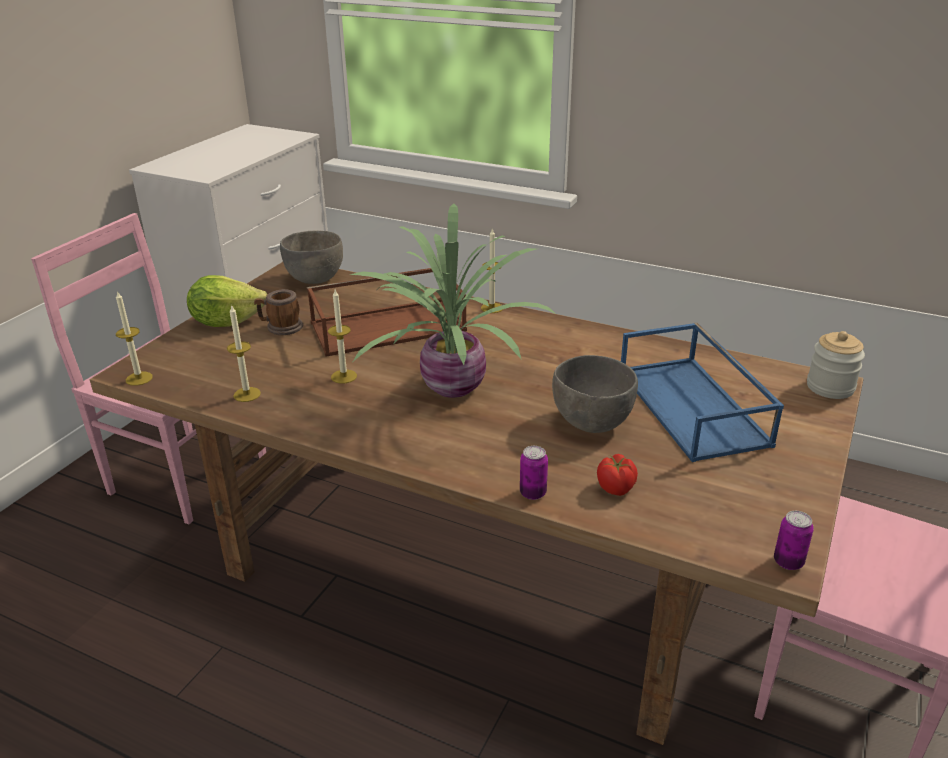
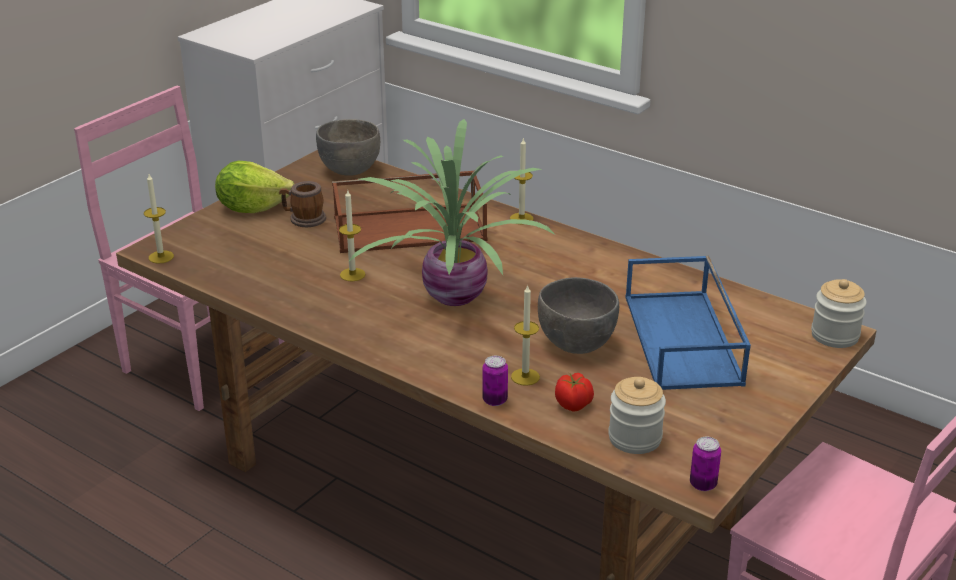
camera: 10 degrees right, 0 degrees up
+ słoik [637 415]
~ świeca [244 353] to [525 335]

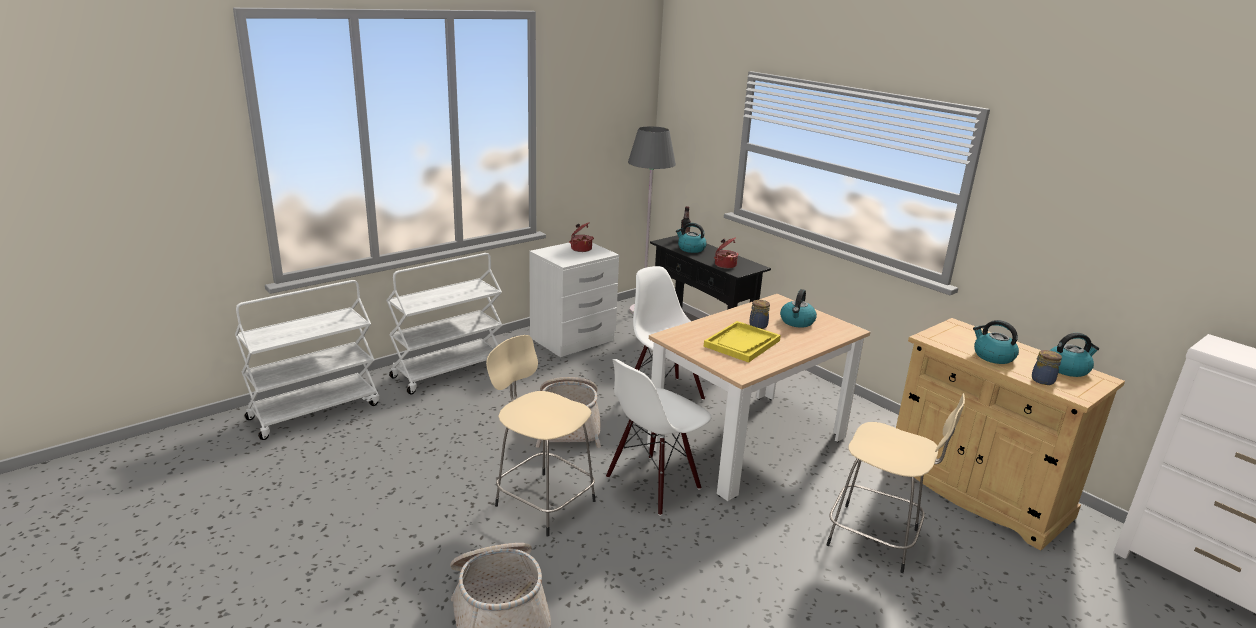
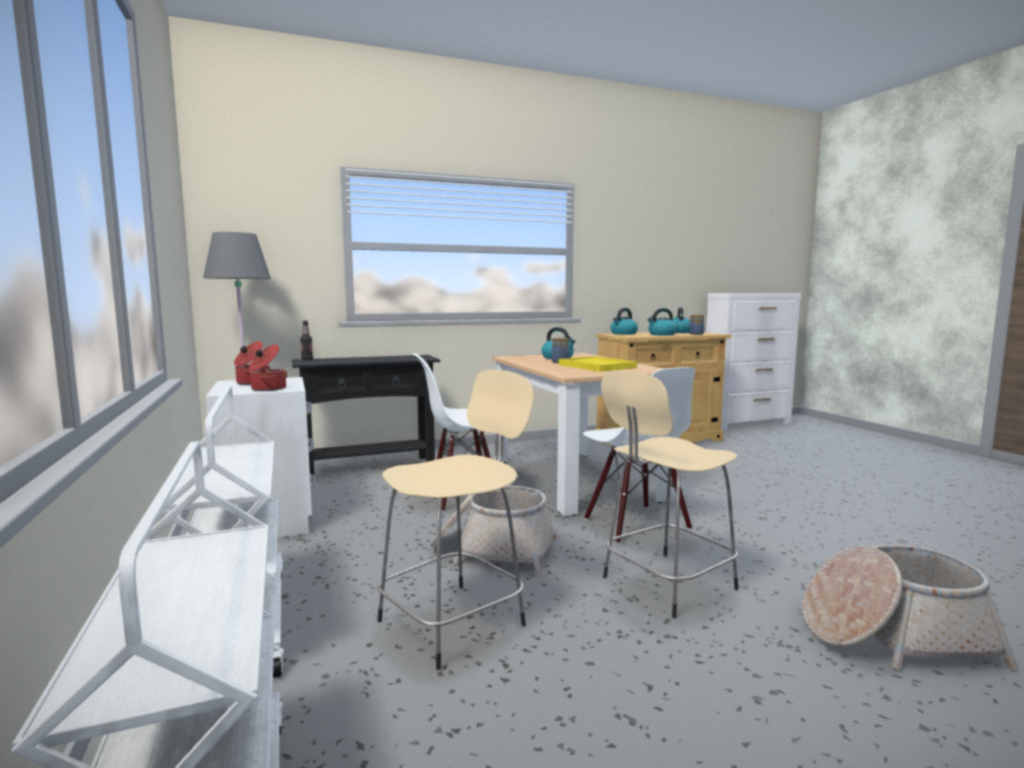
camera: 70 degrees left, 15 degrees down
~ czajnik [691 238] to [624 321]
~ garnek [726 253] to [268 367]
~ stołek (beżowy) [895 483] to [455 520]

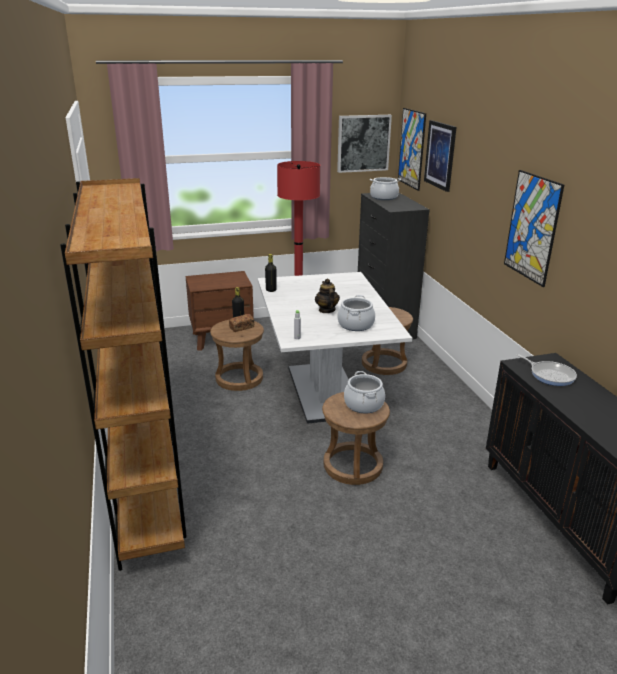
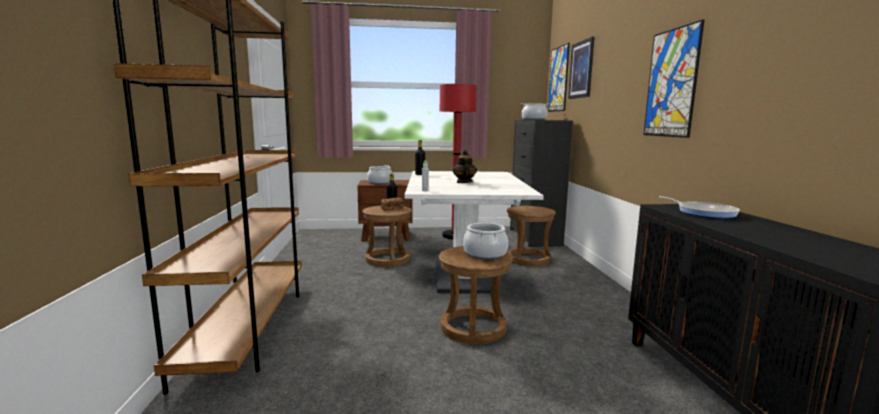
camera: 10 degrees right, 15 degrees down
- obraz [364 144]
~ garnek [356 313] to [379 174]

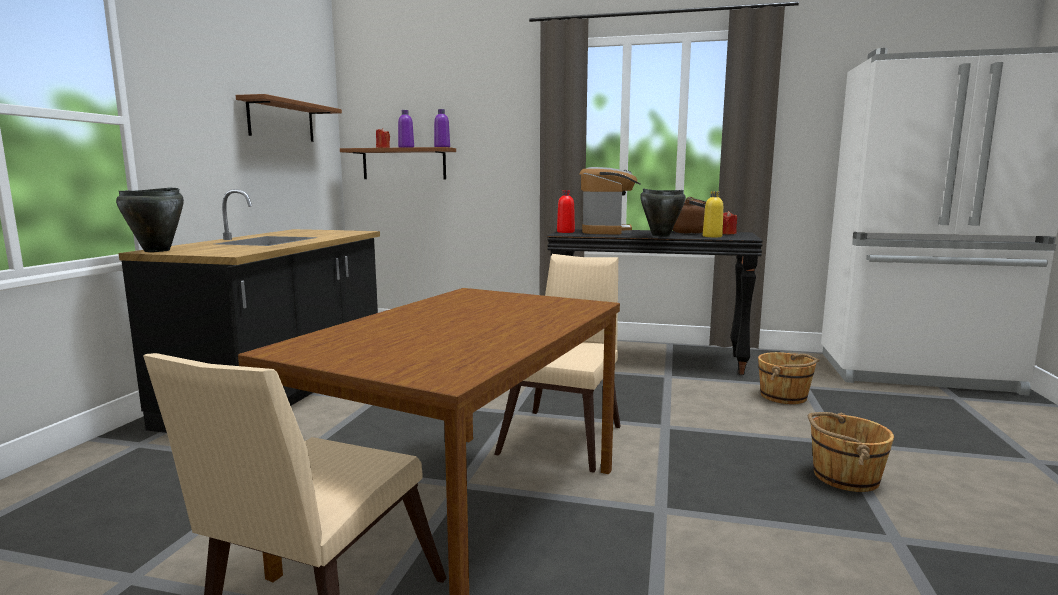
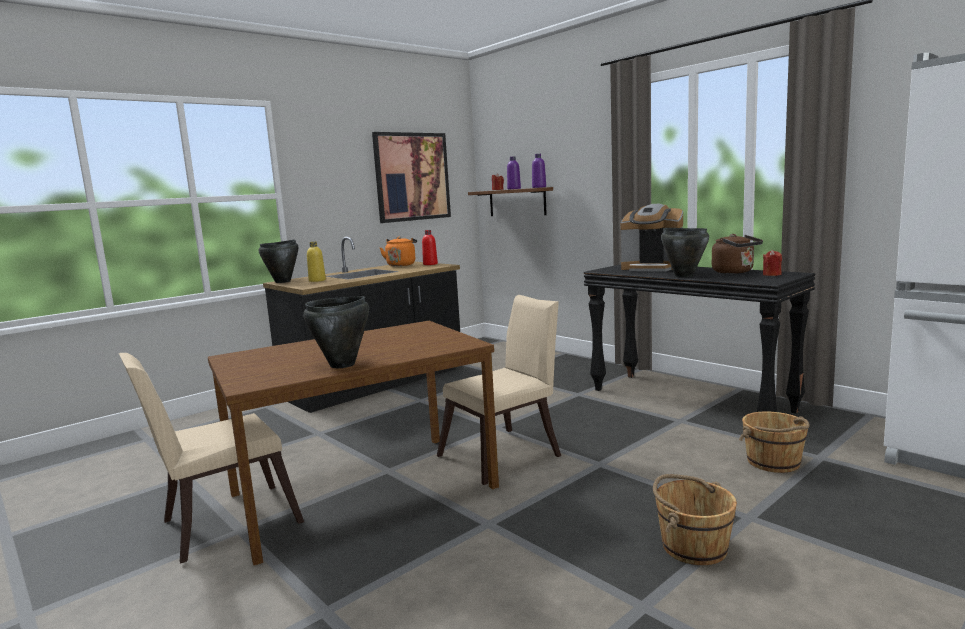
camera: 35 degrees right, 0 degrees up
+ garnek (czarny) [336 332]
+ czajnik (pomarańczowy) [398 251]
~ butelka (czerwony) [566 211] to [430 247]
~ butelka (żółty) [713 214] to [316 262]
~ półka (brązowy) [289 118] to obraz [411 177]
~ ekspres do kawy [610 200] = [652 238] 75 degrees clockwise

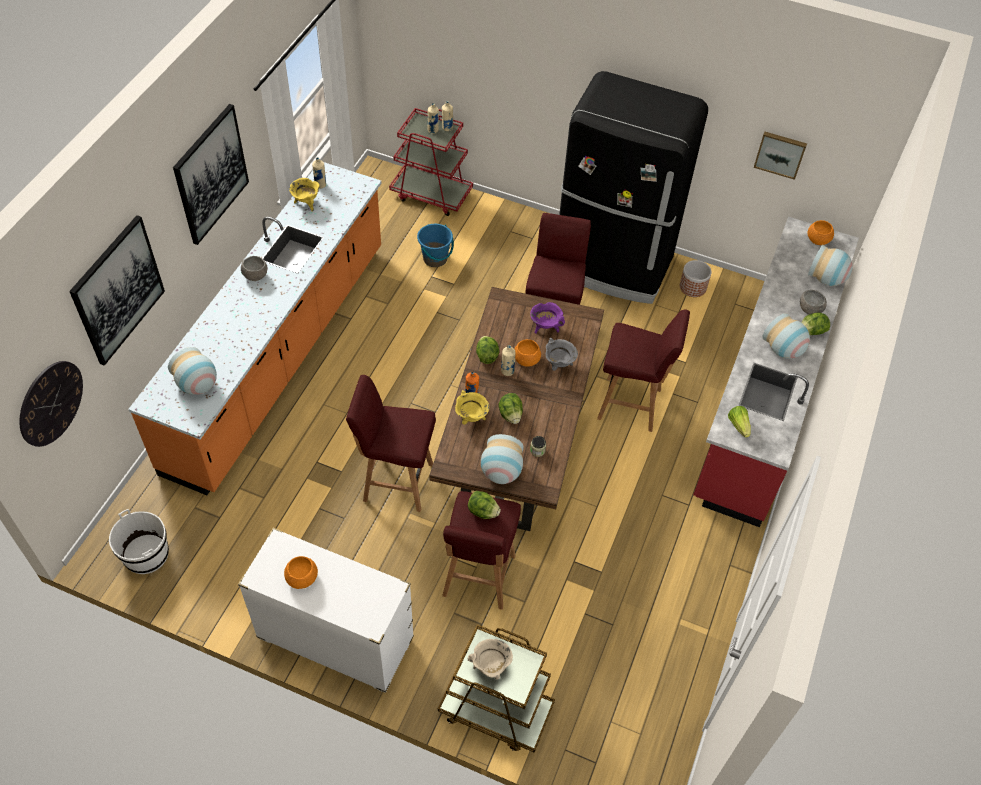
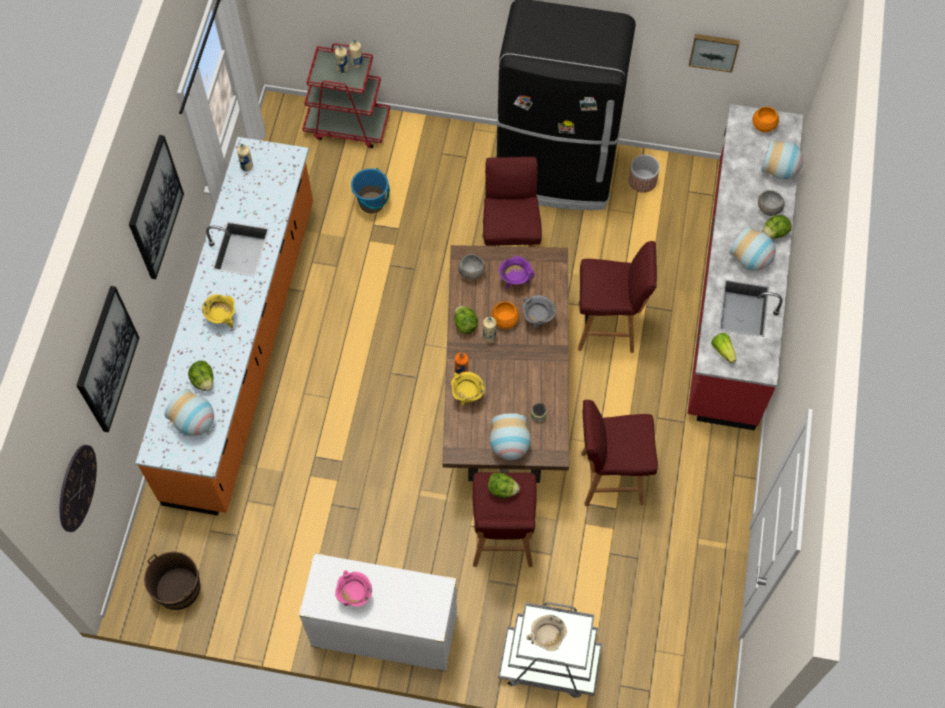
camera: 10 degrees left, 10 degrees up
~ miska (szary) [254 268] to [471 267]
~ garnek (żółty) [304 194] to [218 311]
~ stołek (czerwony) [391 443] to [619 453]
~ sałata [510 408] to [200 376]
~ miska (pomarańczowy) [301 572] to garnek (różowy) [353 588]
~ wiadro (biały) [139 541] to wiadro (brązowy) [172 580]
~ wózek (brązowy) [496 688] to wózek (szary) [550 650]

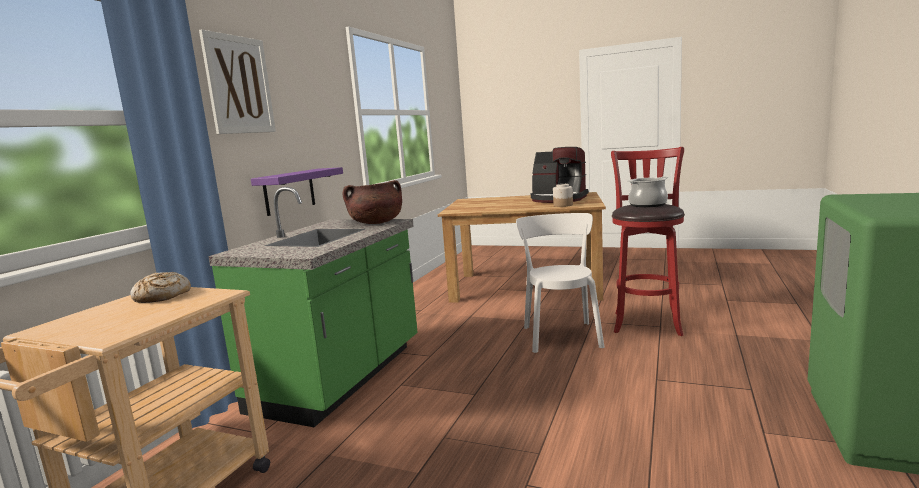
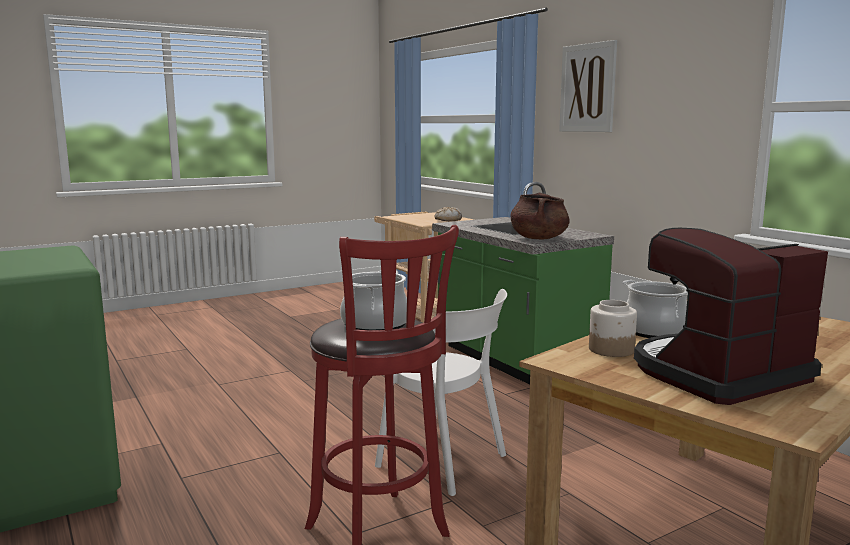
camera: 125 degrees right, 0 degrees up
- półka (fioletowy) [297 191]
+ garnek [655 309]

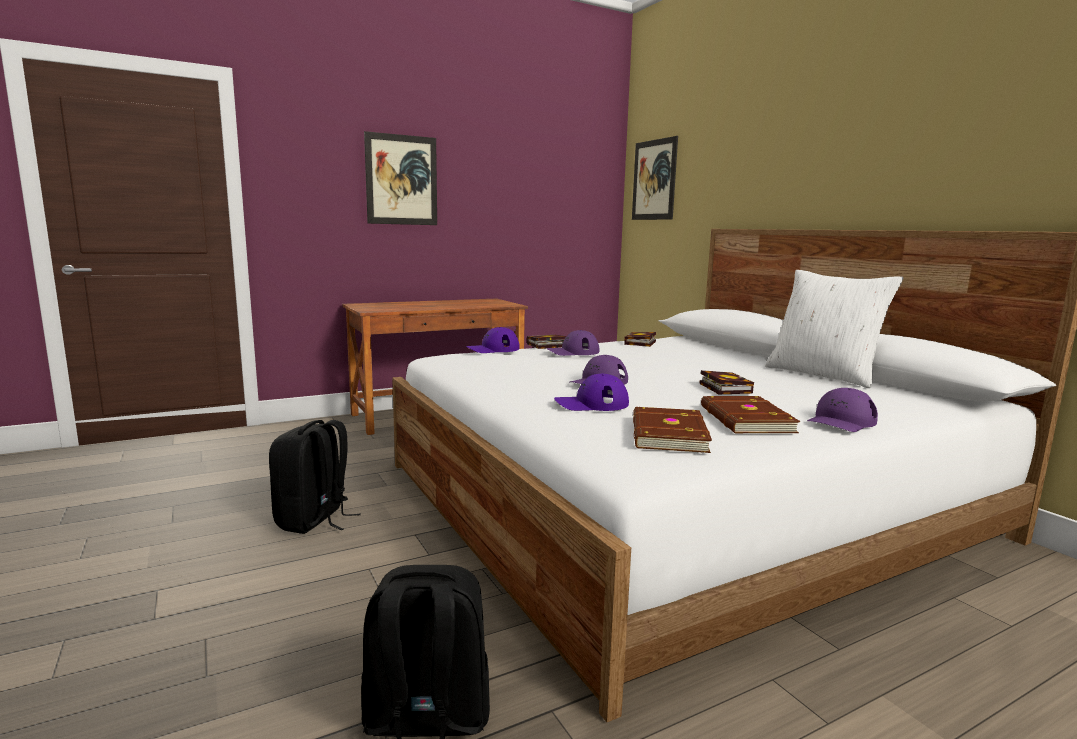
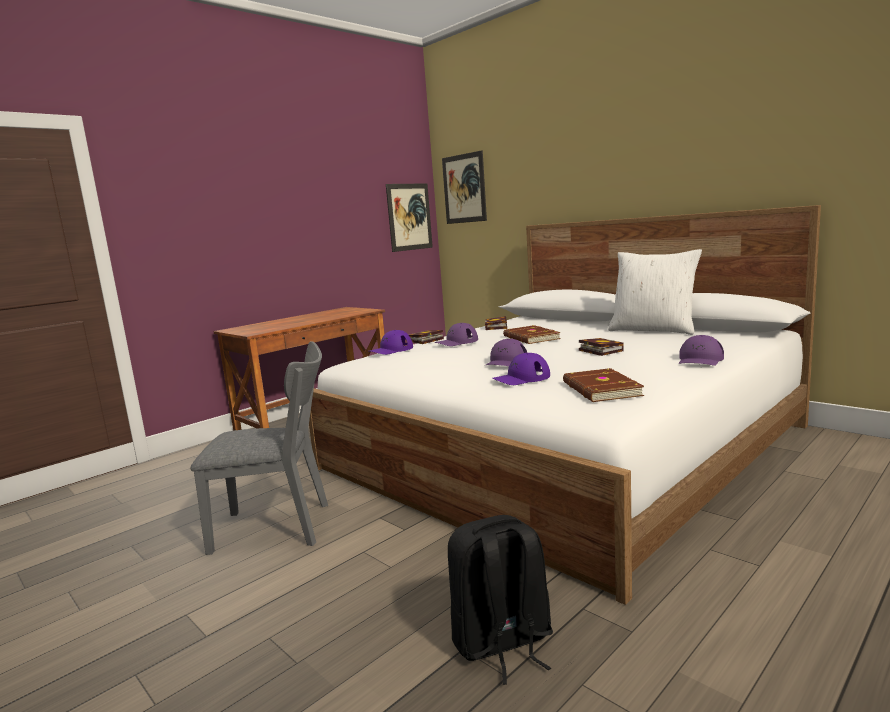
camera: 15 degrees left, 0 degrees up
~ obraz [400 178] to [409 217]
~ książka (brązowy) [750 414] to [532 334]
~ plecak (czarny) [315 477] to krzesło (szary) [259 448]

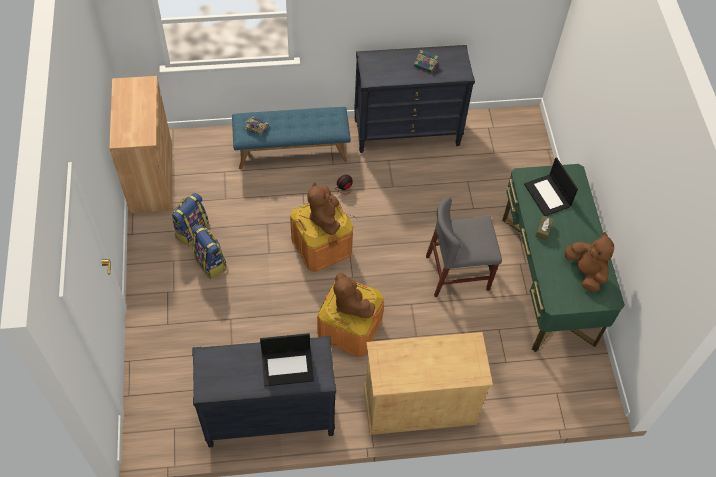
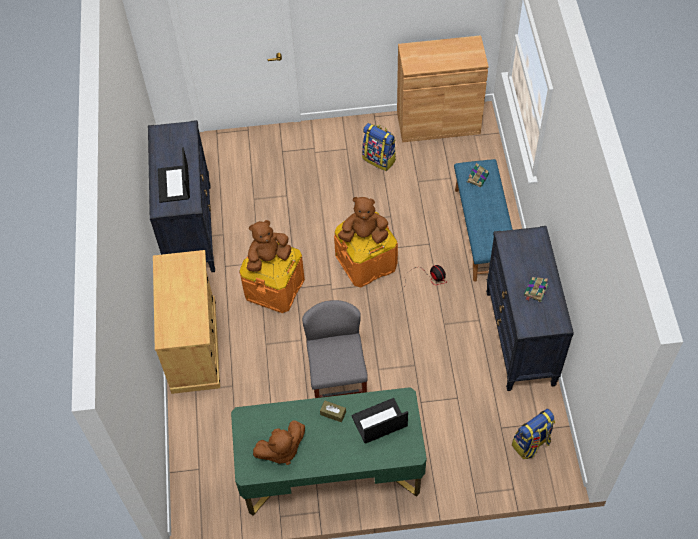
camera: 95 degrees right, 0 degrees up
~ plecak [209 252] to [533 434]

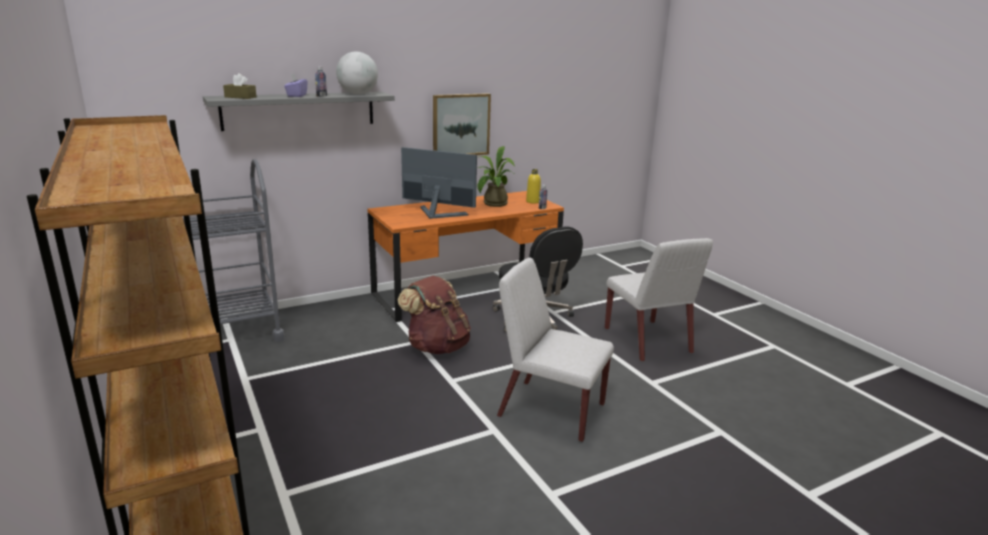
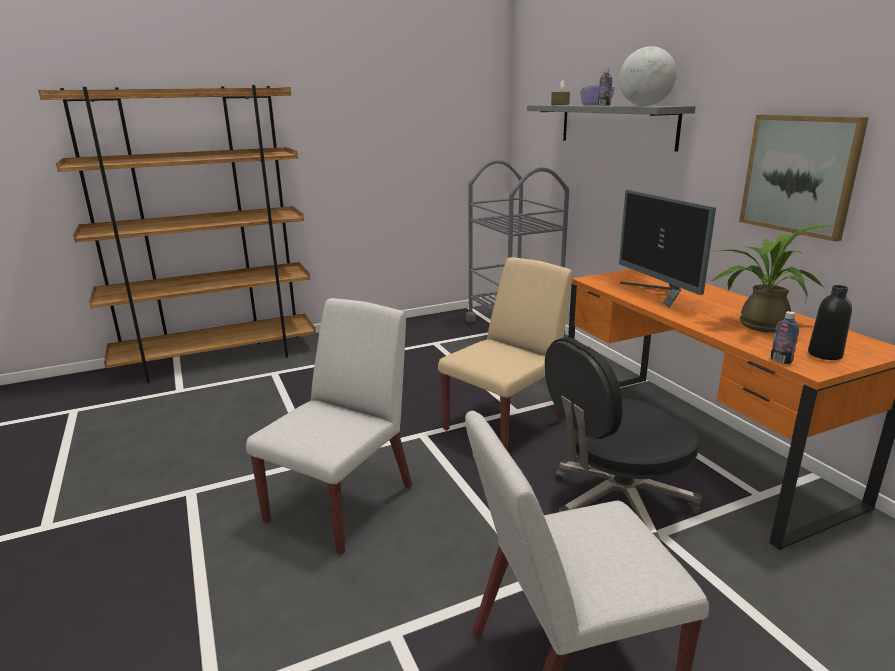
camera: 95 degrees right, 0 degrees up
~ plecak (brązowy) [434 315] to krzesło (beżowy) [505 354]
~ butelka (żółty) [533 186] to butelka (czarny) [830 322]
~ monitor [439 183] = [667 249] 135 degrees clockwise

